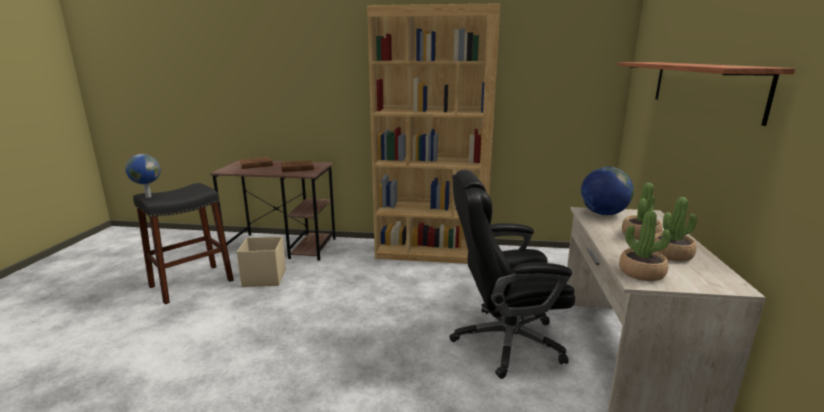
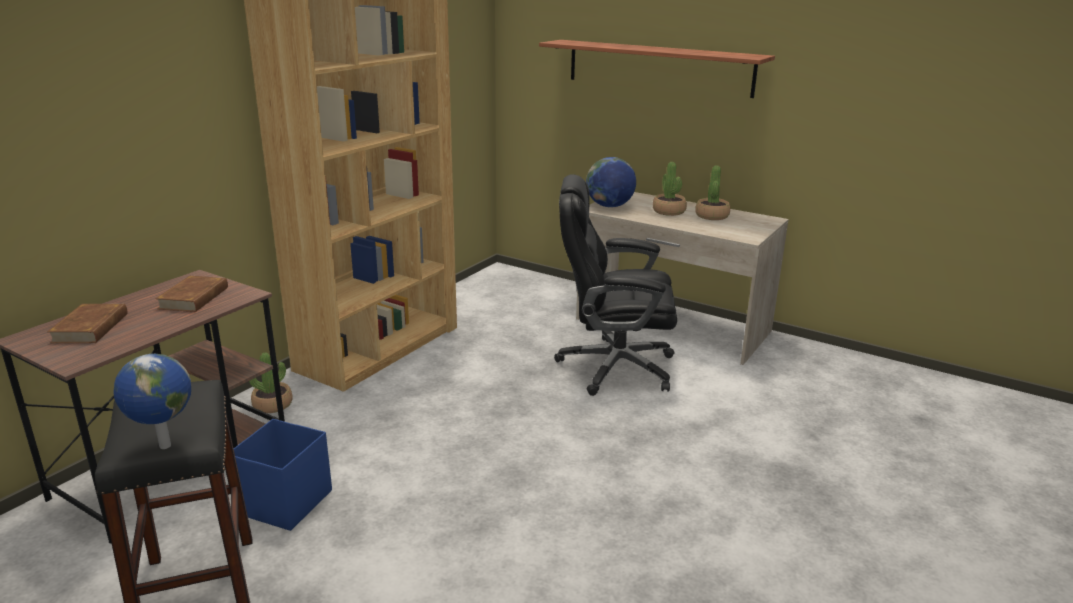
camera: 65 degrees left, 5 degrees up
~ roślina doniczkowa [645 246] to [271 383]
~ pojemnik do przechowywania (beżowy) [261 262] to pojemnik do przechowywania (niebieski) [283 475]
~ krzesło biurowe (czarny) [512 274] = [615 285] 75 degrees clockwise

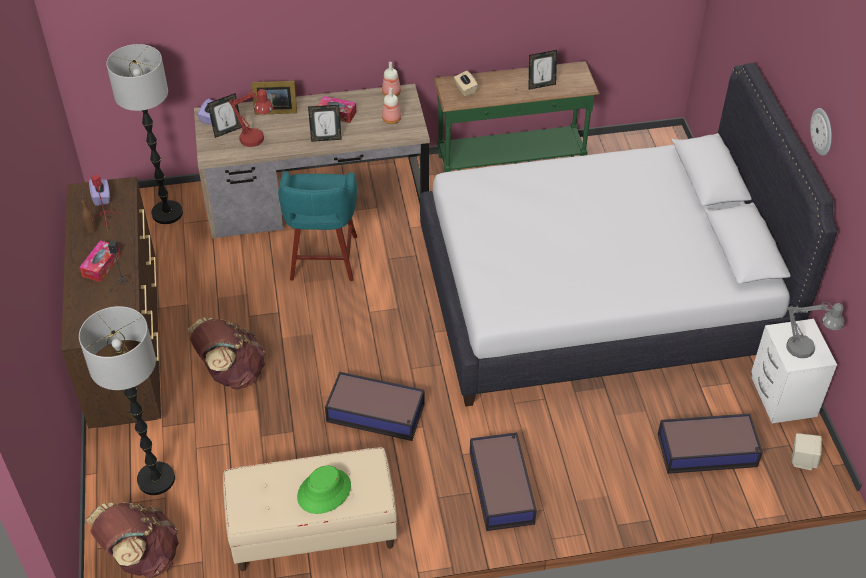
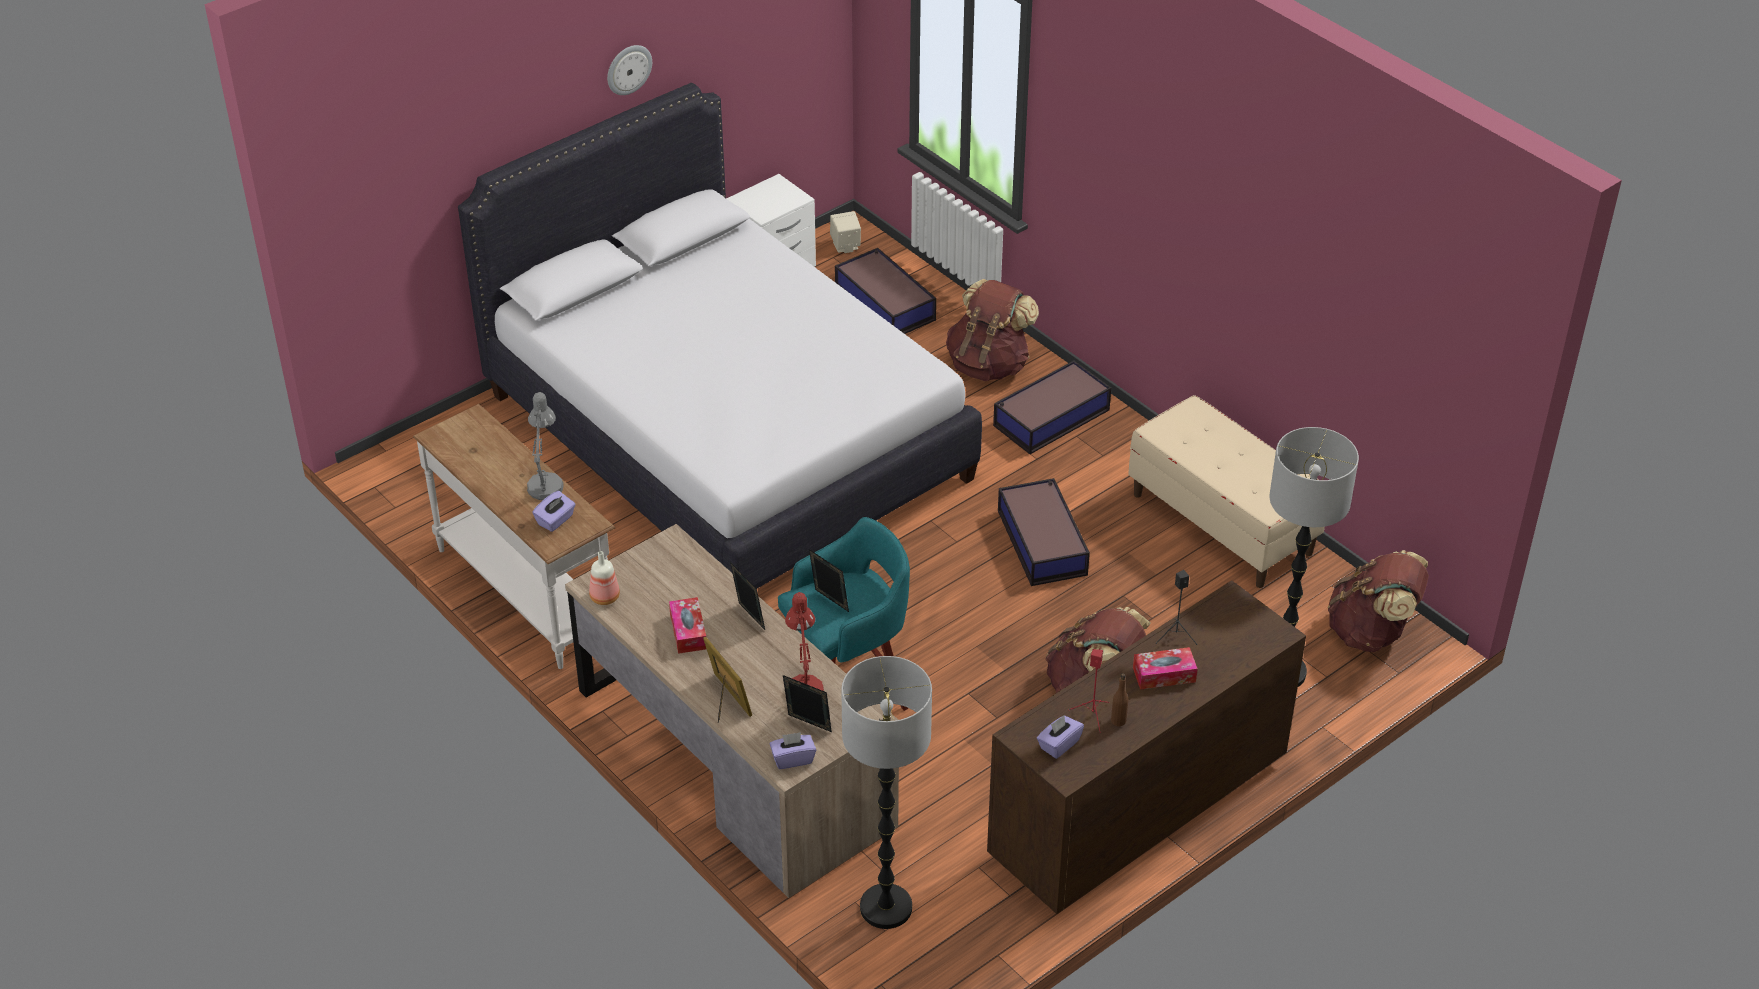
camera: 120 degrees left, 5 degrees down
- kapelusz (zielony) [324 489]
- butelka [391 106]
+ plecak (brązowy) [992 330]
~ ramka na zdjęcie [542 70] to [829 580]
~ lampa stołowa (szary) [815 330] to [545 446]
~ stolik konsolowy (zielony) [517 116] to stolik konsolowy (biały) [514 536]
~ pudełko chusteczek (beżowy) [466 83] to pudełko chusteczek (fioletowy) [554 511]

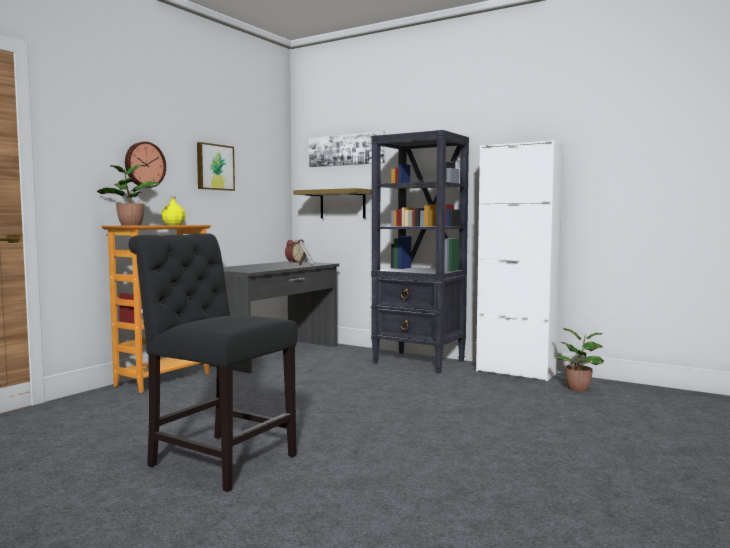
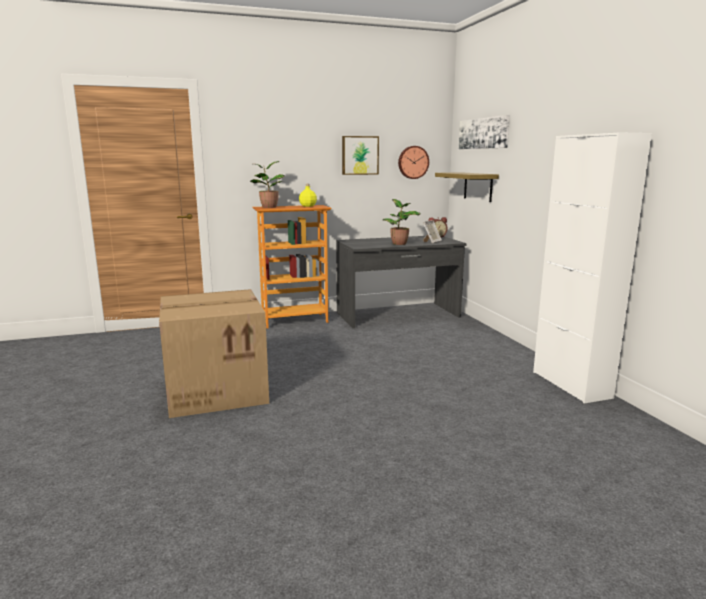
camera: 40 degrees right, 10 degrees up
- regał (czarny) [420 251]
~ zegar ścienny [145 165] to [413 162]
~ roślina doniczkowa [579 360] to [402 222]
~ krzesło (czarny) [213 362] to karton [214 353]

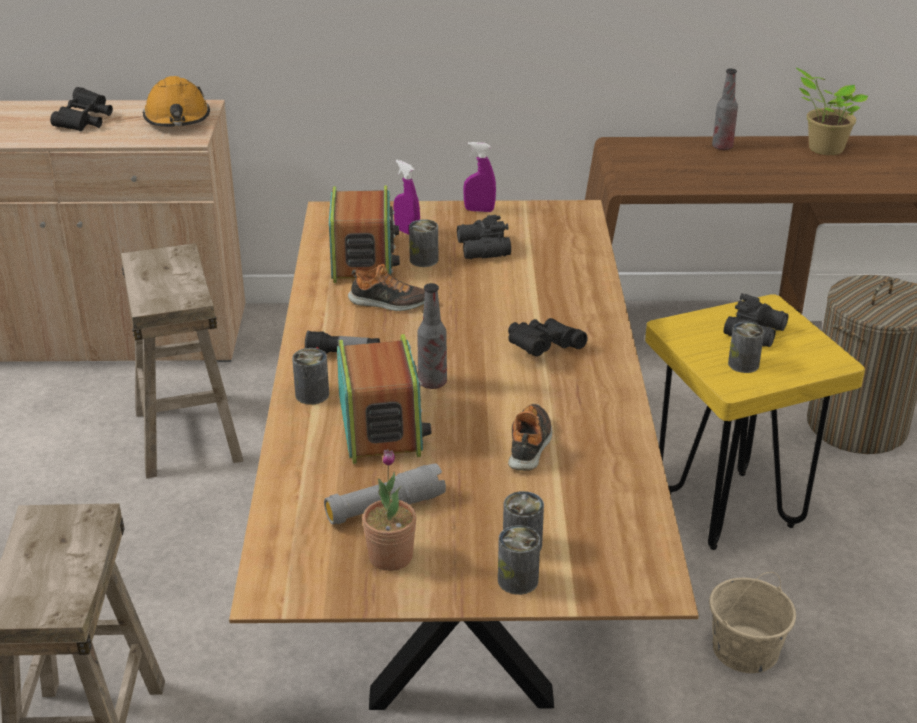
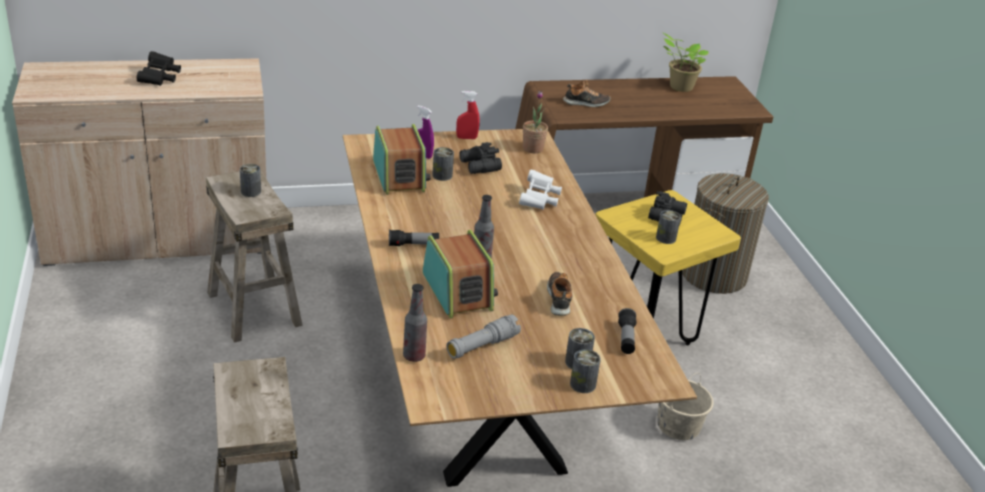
camera: 15 degrees left, 0 degrees up
- kask (pomarańczowy) [176 101]
- lornetka (czarny) [548 337]
+ lornetka (biały) [540 190]
+ latarka [627 331]
~ puszka [310 376] to [250 180]
~ but [386 287] to [587 93]
~ roślina doniczkowa [389 510] to [535 122]
~ butelka [725 109] to [415 323]
~ spryskiwacz (fioletowy) [479 177] to spryskiwacz (czerwony) [468 115]

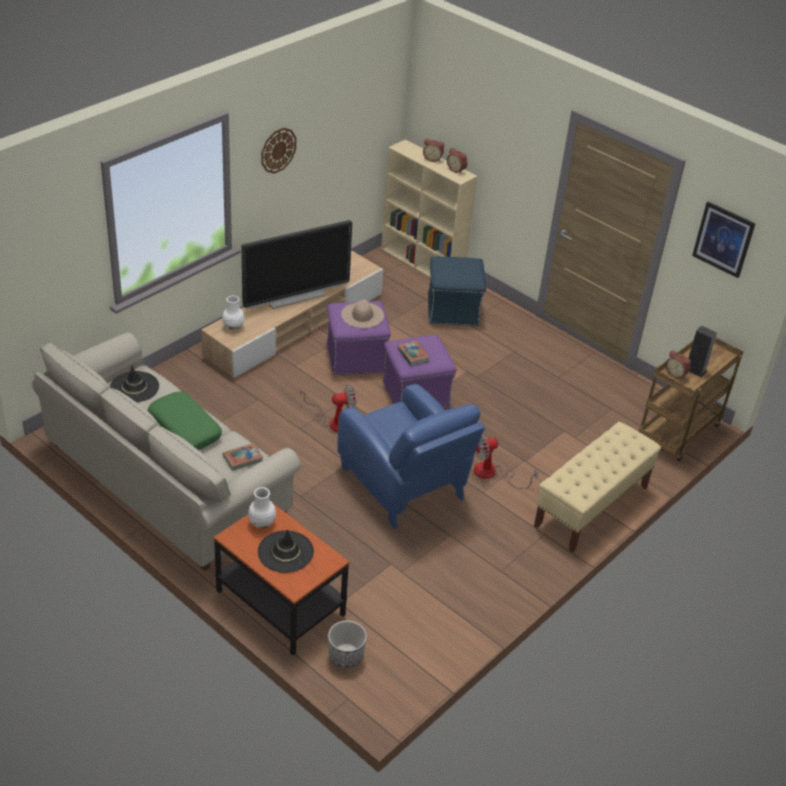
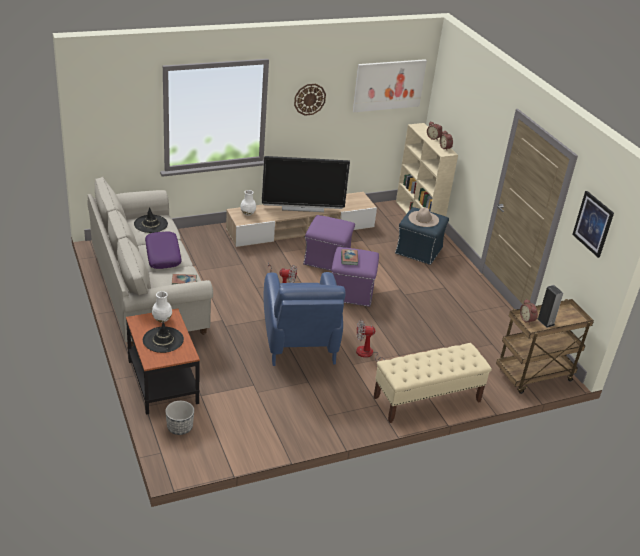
camera: 25 degrees right, 5 degrees down
+ obraz [390 85]
~ kapelusz (beżowy) [362 313] to [424 217]
~ poduszka (zielony) [185 421] to poduszka (fioletowy) [163 250]

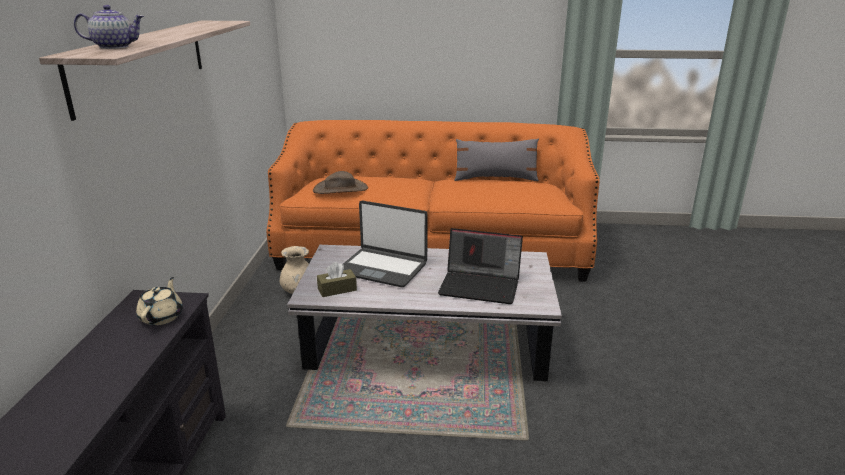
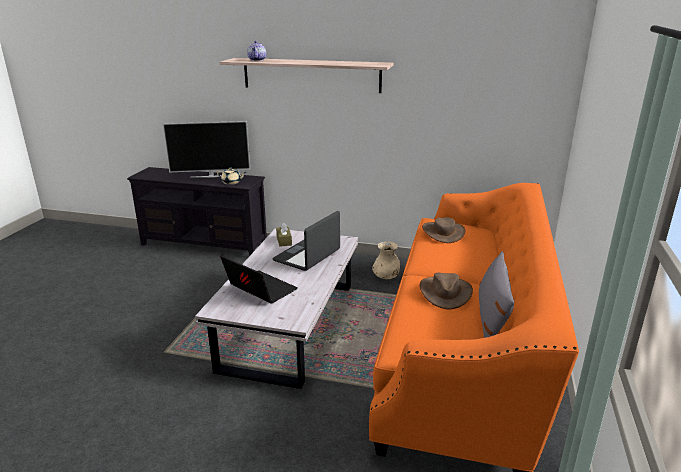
camera: 100 degrees right, 0 degrees up
+ telewizor [206 149]
+ kapelusz (brązowy) [446 291]
~ laptop [480 266] = [259 280] 105 degrees clockwise

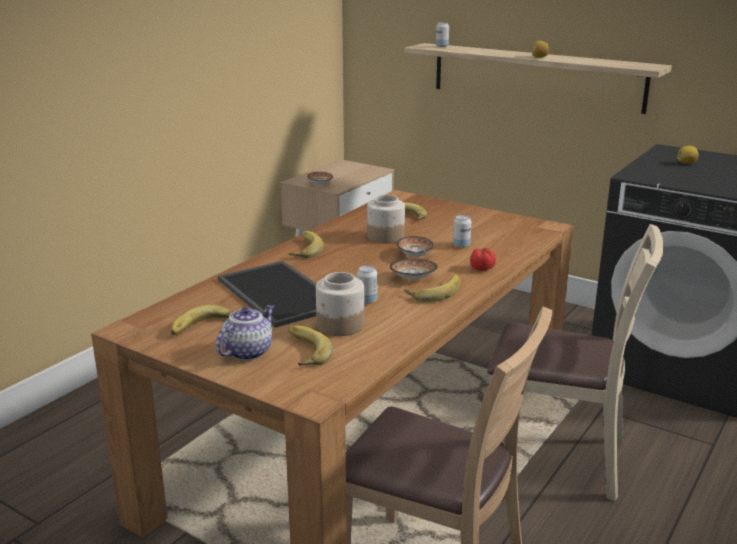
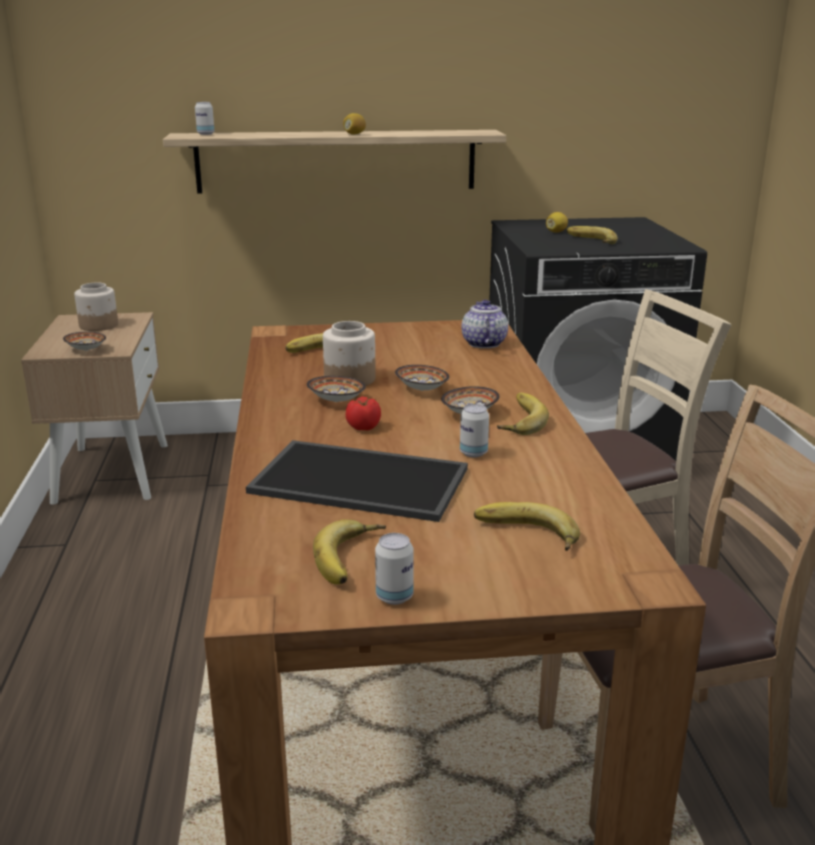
camera: 40 degrees left, 0 degrees up
+ miska [336 389]
~ imbryk [245 332] to [484 324]
~ banan [306 244] to [592 235]
~ słoik [340 304] to [96 306]
~ puszka [462 231] to [394 569]
~ pomidor [483 259] to [363 414]

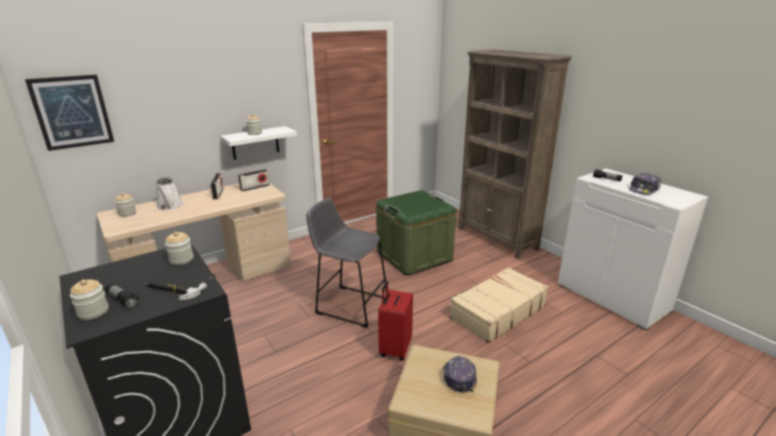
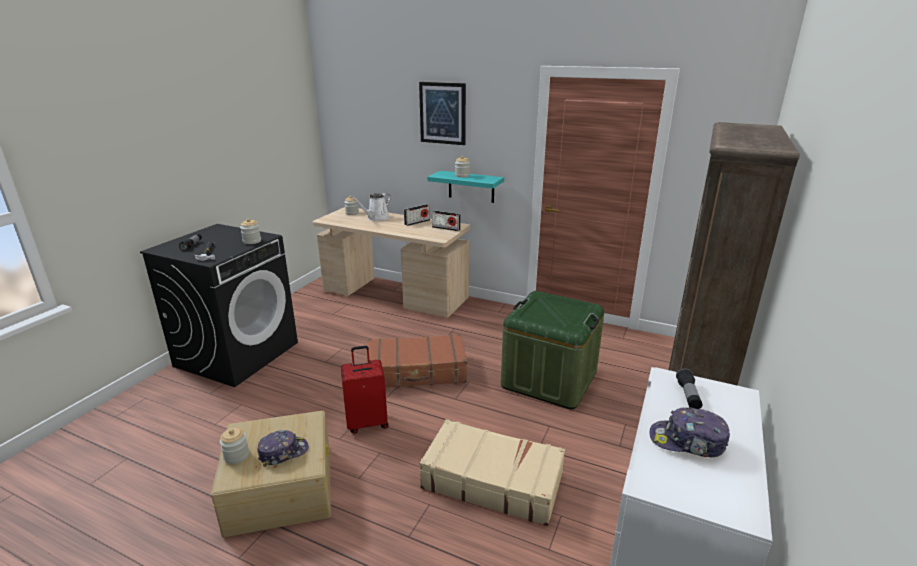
camera: 60 degrees right, 0 degrees up
~ obraz [69 112] to [442 113]
~ słoik [89 299] to [234 446]
~ stołek (szary) [346 263] to walizka (brązowy) [416 361]
~ półka (biały) [258 143] to półka (turkusowy) [465 187]

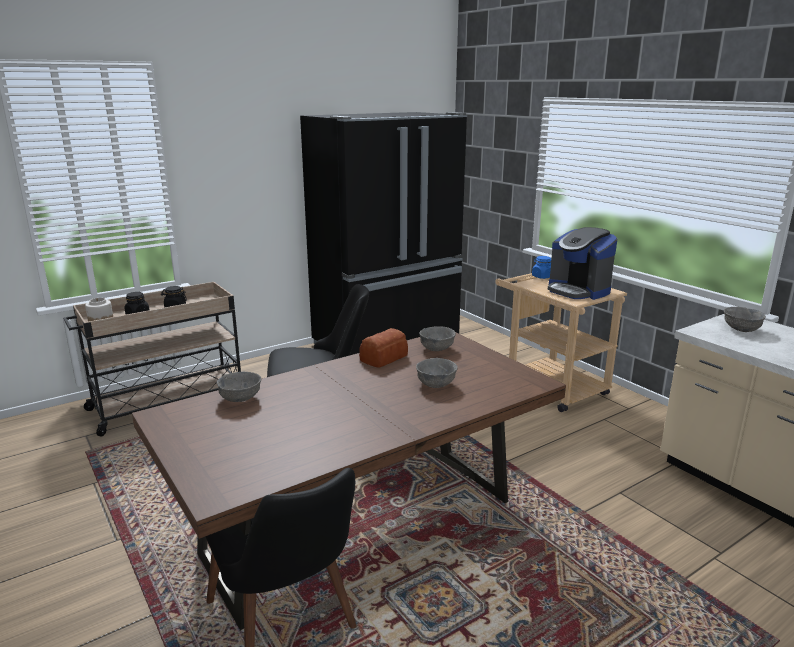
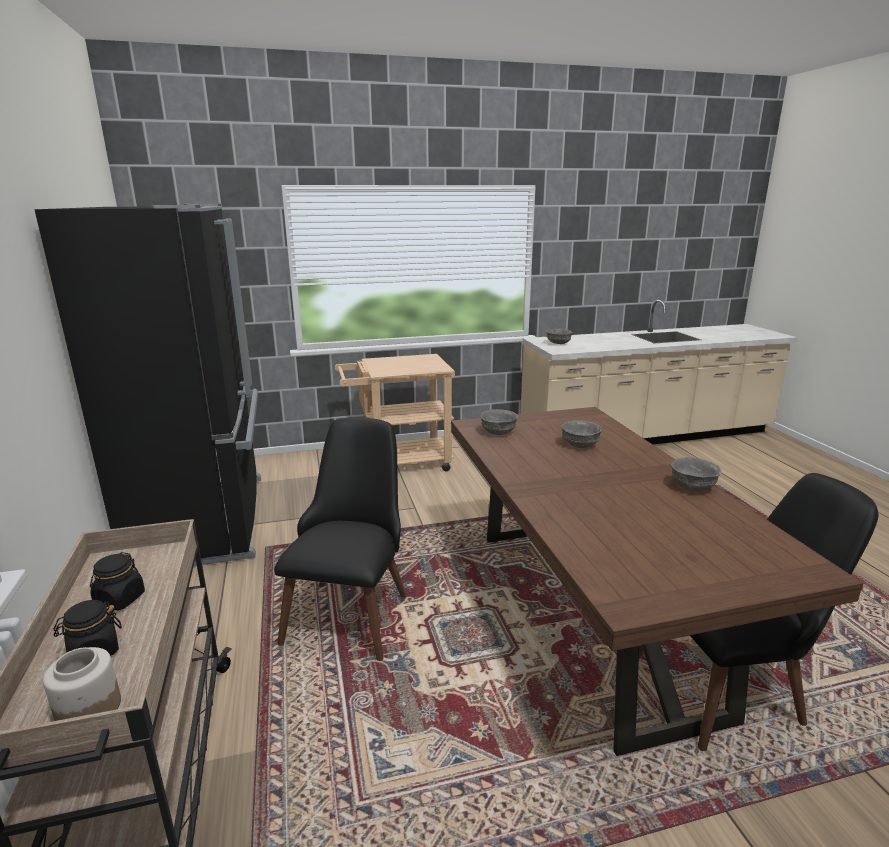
camera: 70 degrees left, 0 degrees up
- chleb [383 348]
- słoik (niebieski) [541 267]
- ekspres do kawy [583 263]
~ miska (szary) [239 387] to [696 474]

